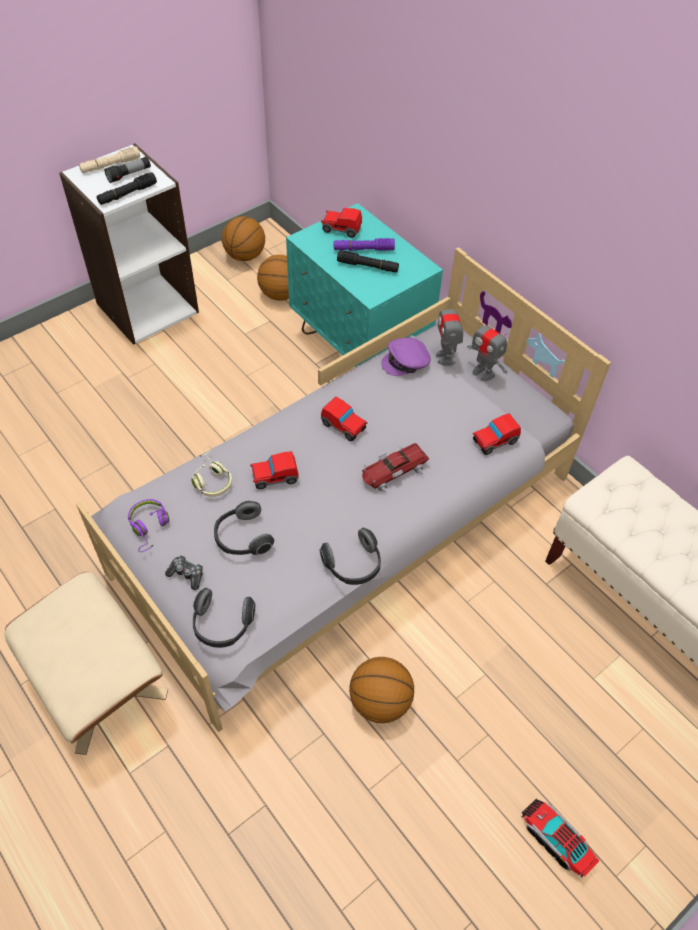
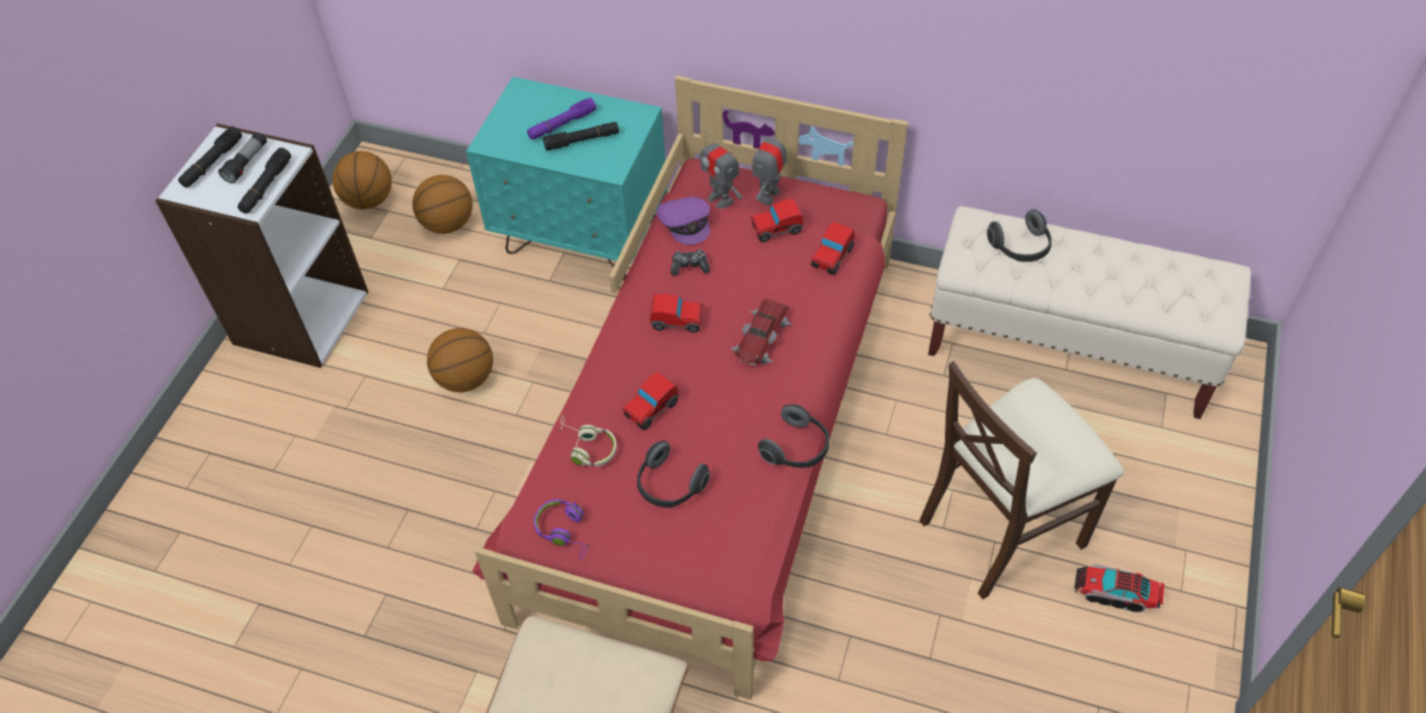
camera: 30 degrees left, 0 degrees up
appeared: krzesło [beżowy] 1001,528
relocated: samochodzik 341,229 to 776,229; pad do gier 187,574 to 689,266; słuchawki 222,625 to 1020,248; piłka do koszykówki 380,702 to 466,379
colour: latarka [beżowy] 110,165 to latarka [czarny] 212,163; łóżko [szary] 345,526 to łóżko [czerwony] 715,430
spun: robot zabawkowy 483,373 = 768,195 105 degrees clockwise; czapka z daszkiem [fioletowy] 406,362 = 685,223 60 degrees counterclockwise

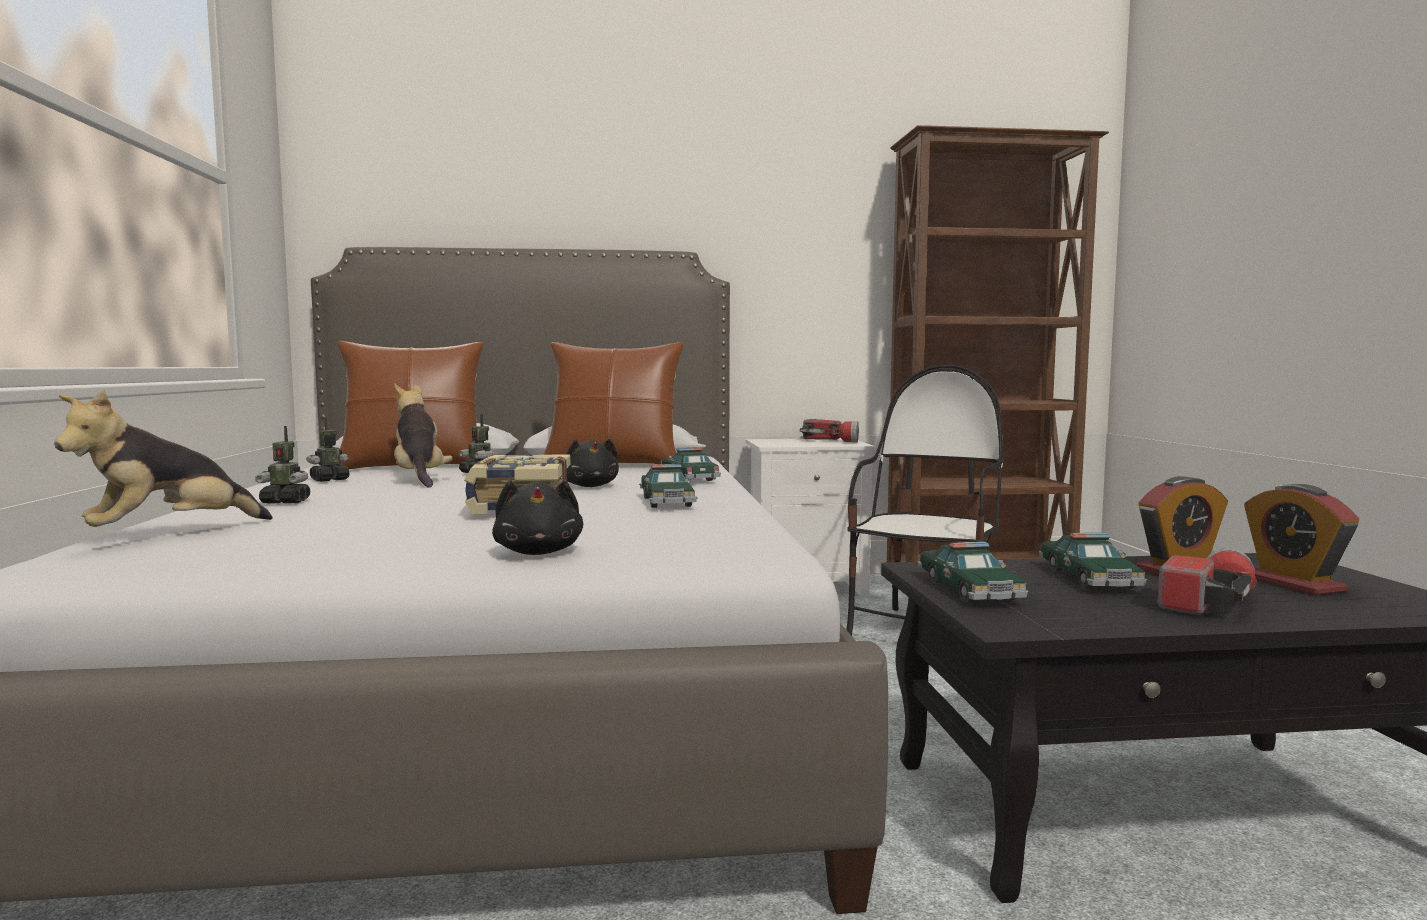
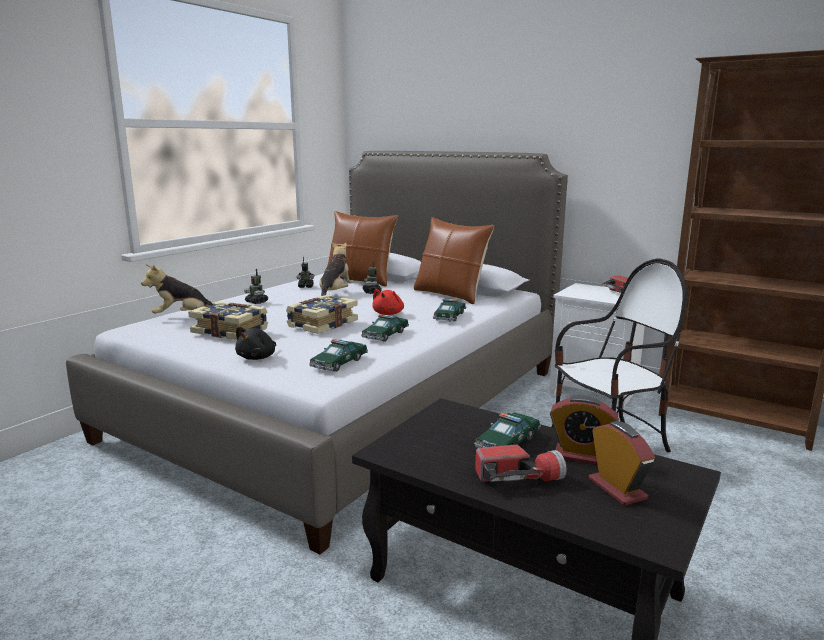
camera: 40 degrees right, 10 degrees up
appeared: książka 231,331
relocated: samochodzik 968,590 to 339,363
colour: pluszak [czarny] 590,486 to pluszak [czerwony] 388,314
spun: budzik 1293,584 = 617,489 135 degrees clockwise

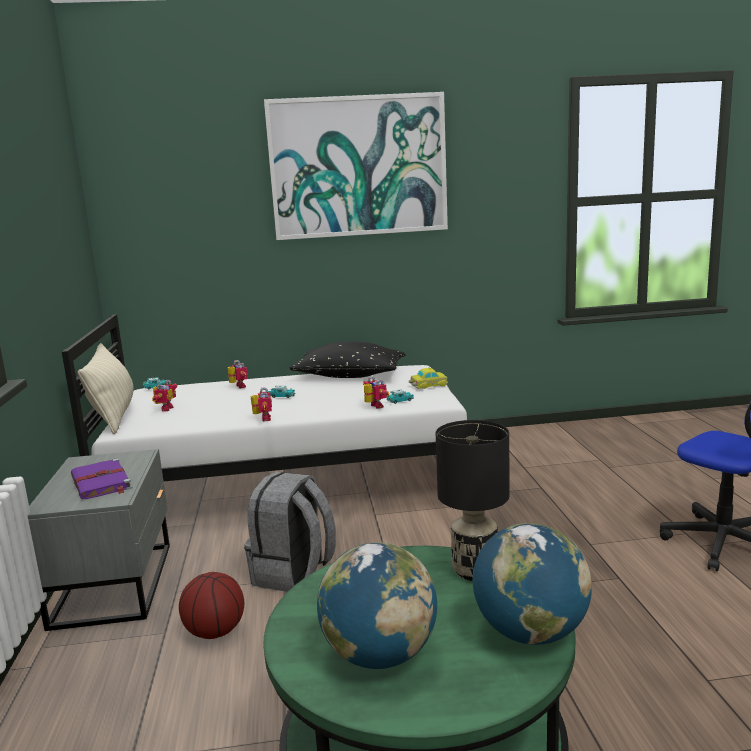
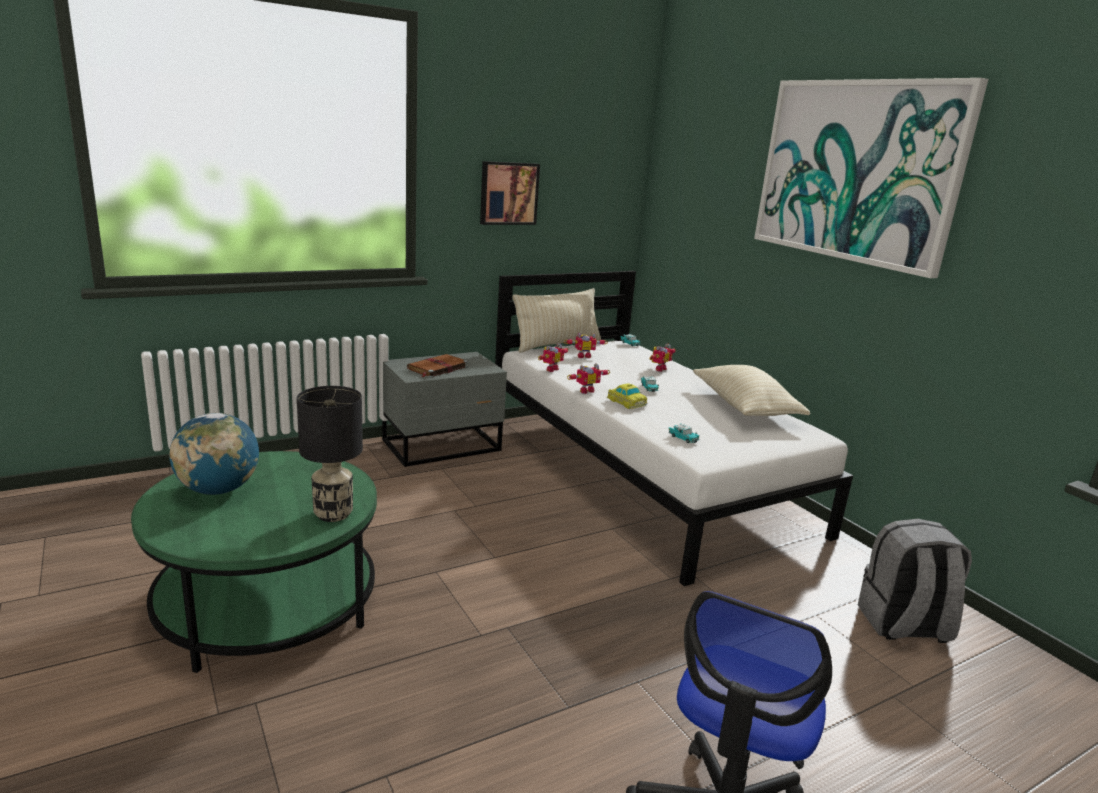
camera: 65 degrees right, 5 degrees up
missing: globus 530,633; piłka do koszykówki 215,632
appeared: obraz 508,193
relocated: samochodzik 428,385 to 626,402; robot zabawkowy 374,406 to 550,369; plecak [szary] 294,574 to 903,625
colour: poduszka [czarny] 349,376 to poduszka [beżowy] 744,407; książka [fioletowy] 101,482 to książka [brązowy] 437,368

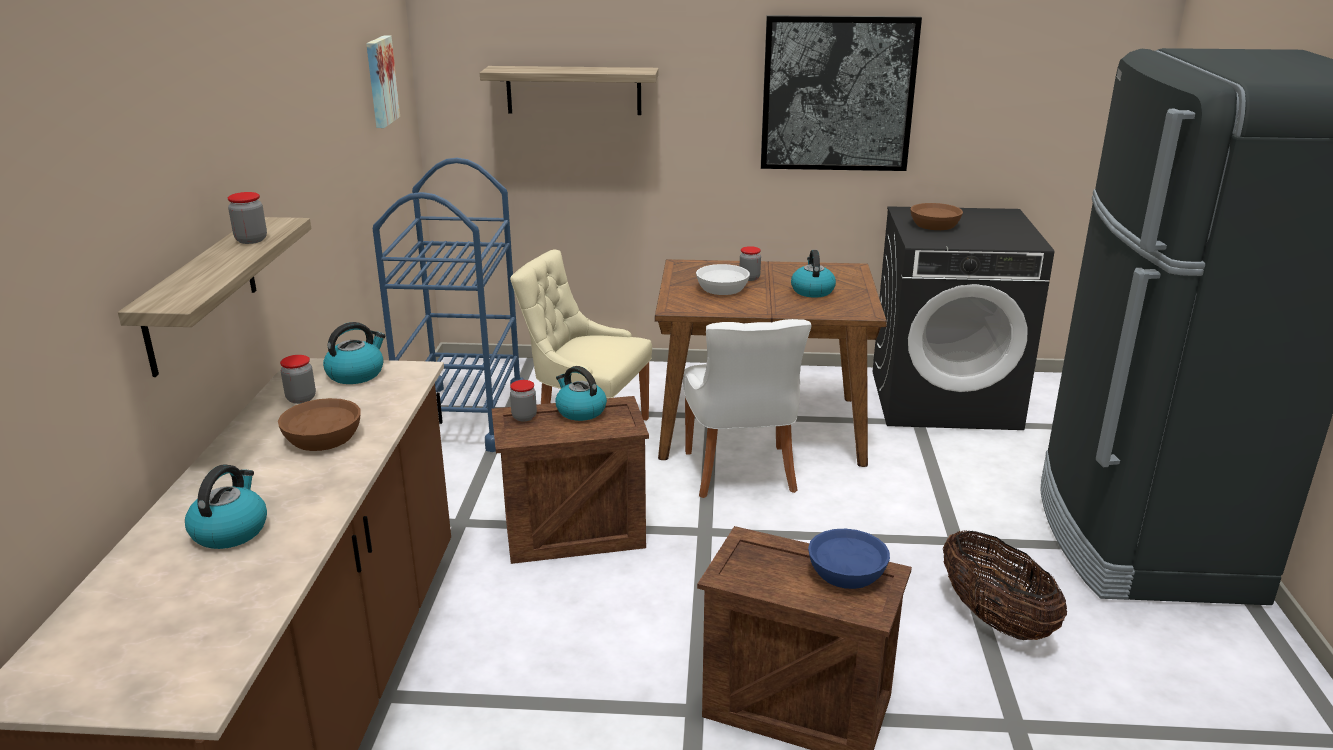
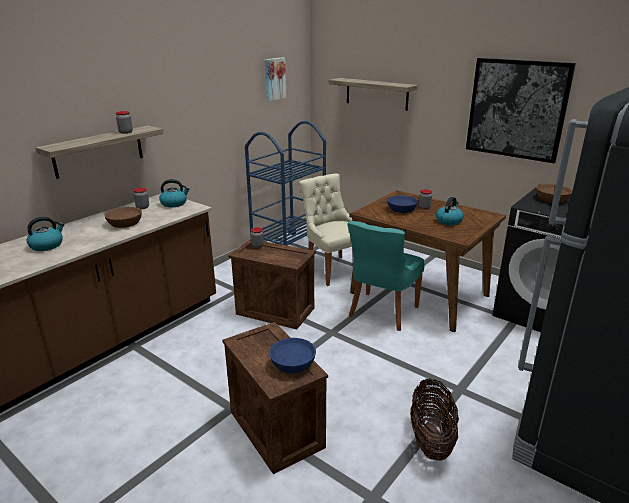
camera: 35 degrees right, 0 degrees up
missing: czajnik 580,411
colour: miska [biały] 722,289 to miska [niebieski] 401,209; krzesło [biały] 741,474 to krzesło [turkusowy] 382,312

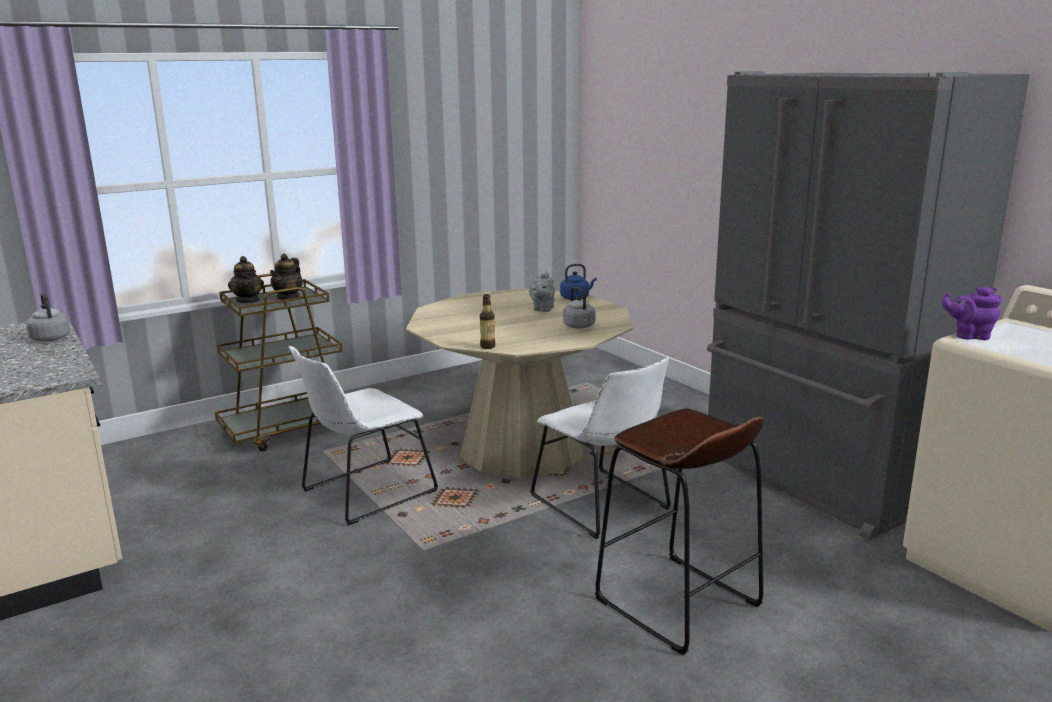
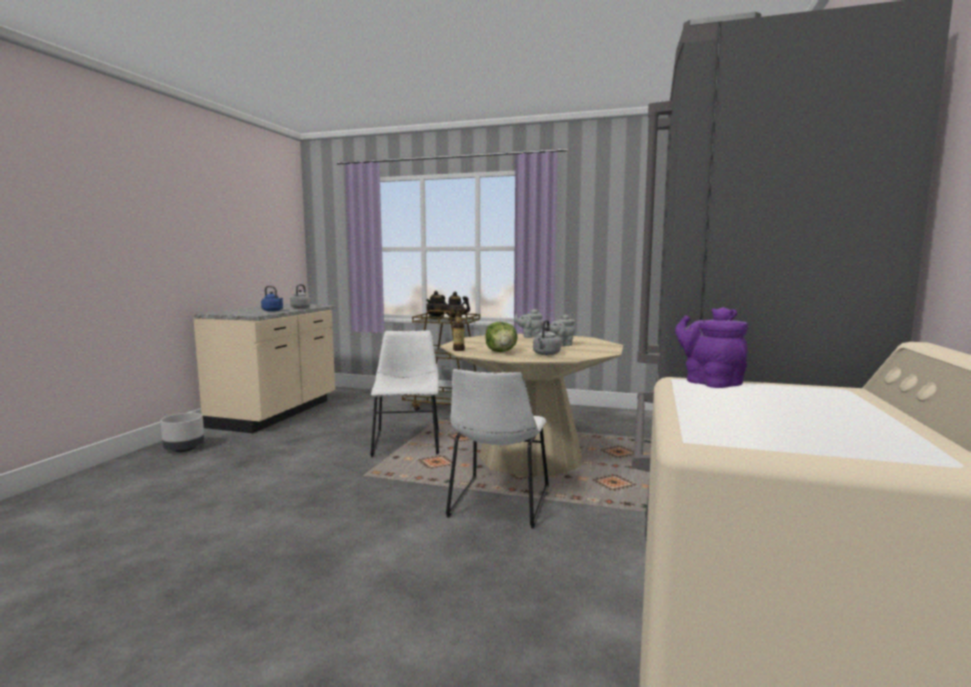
camera: 50 degrees right, 10 degrees down
missing: stołek [brązowy] 677,603
appeared: imbryk [szary] 529,337; sałata 501,352; donica [szary] 184,449
relocated: czajnik [niebieski] 576,298 to 273,311
spun: krzesło [biały] 364,493 = 407,442 75 degrees clockwise

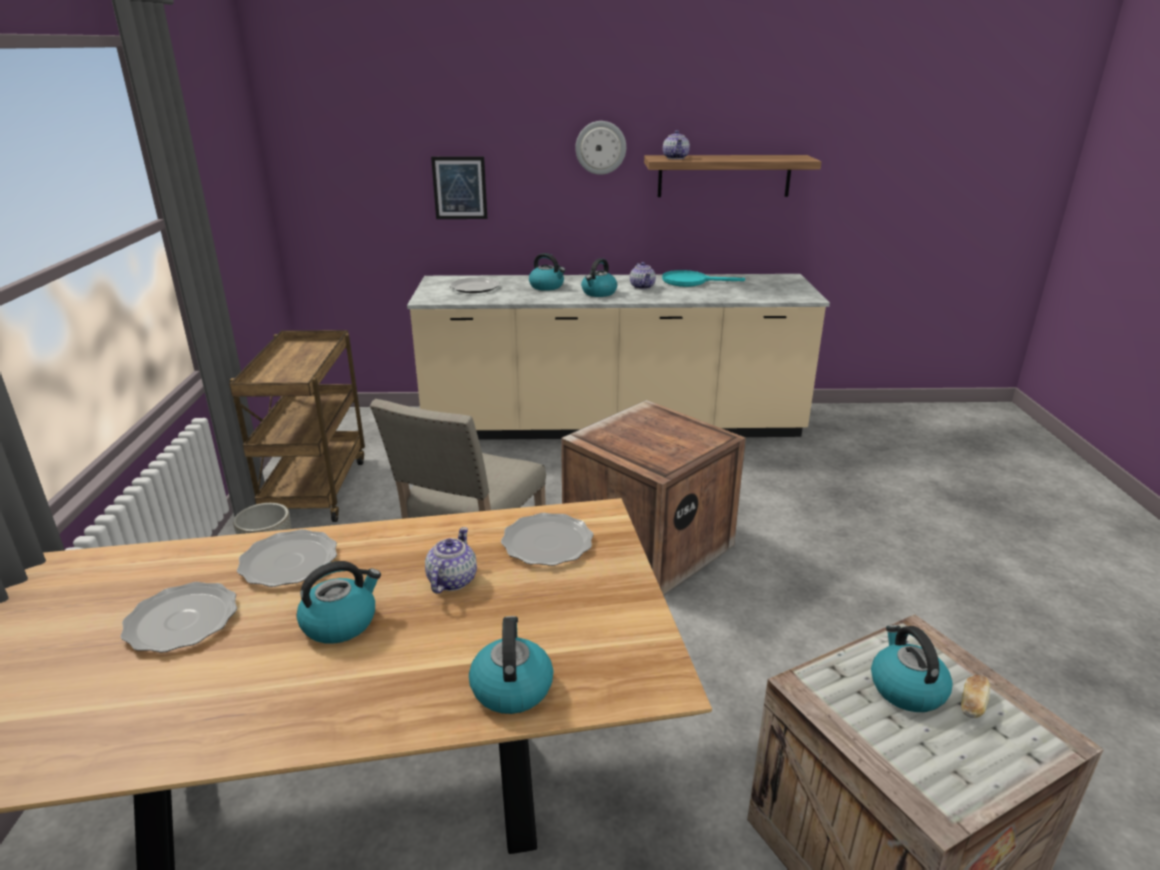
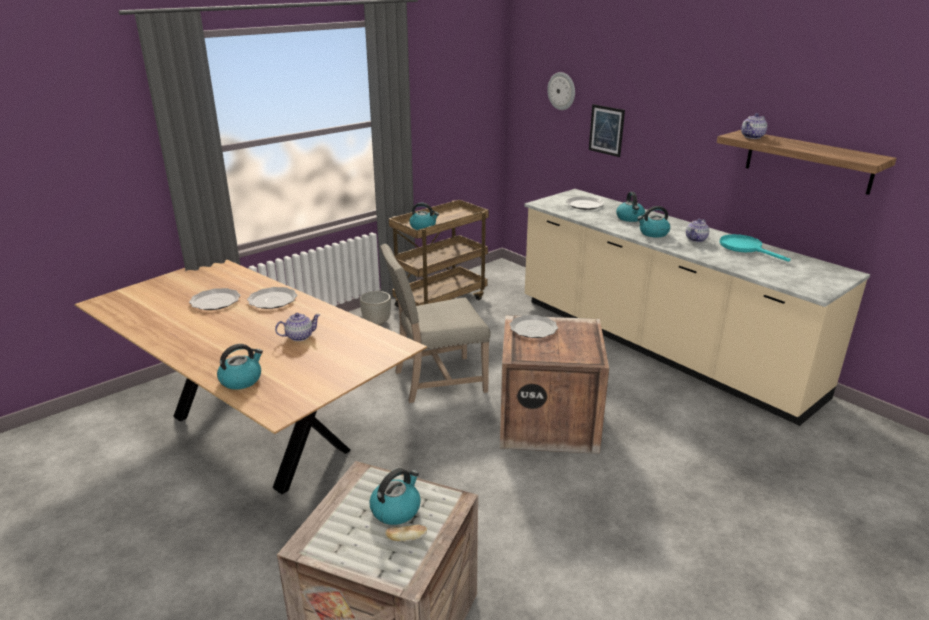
camera: 50 degrees right, 0 degrees up
relocated: zegar ścienny 600,147 to 562,91; talerz 548,543 to 533,329; czajnik 340,622 to 423,227

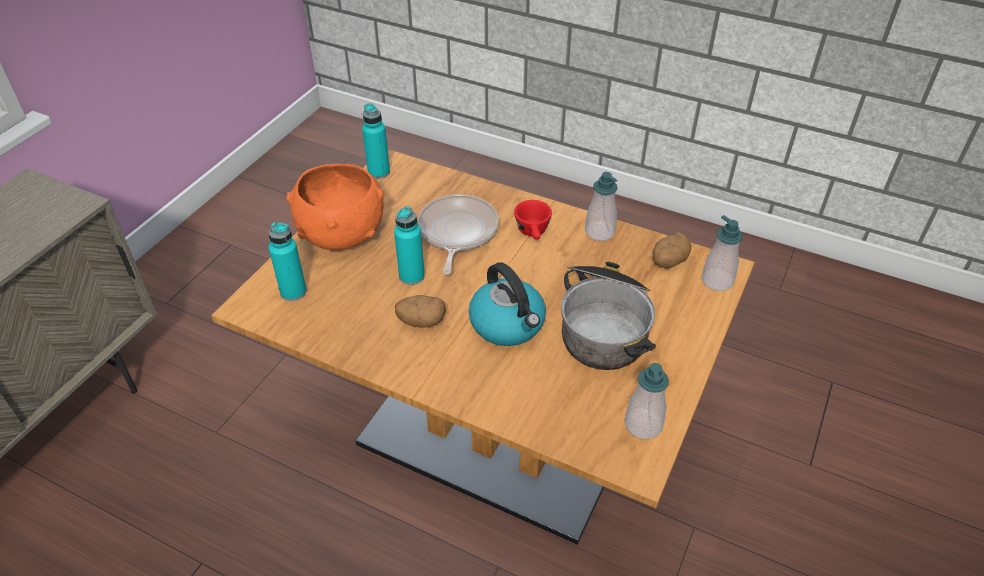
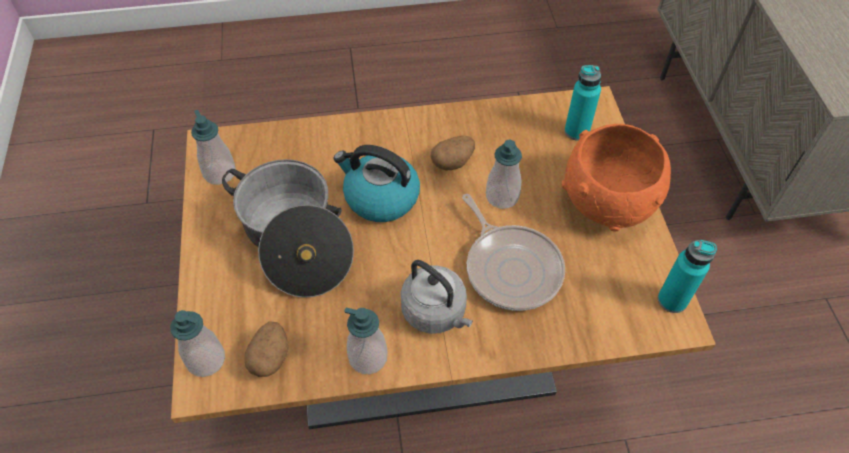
camera: 145 degrees right, 10 degrees up
exchanged: filiżanka [czerwony] 533,233 to czajnik [szary] 436,313; butelka [turkusowy] 411,276 to dozownik mydła 502,196

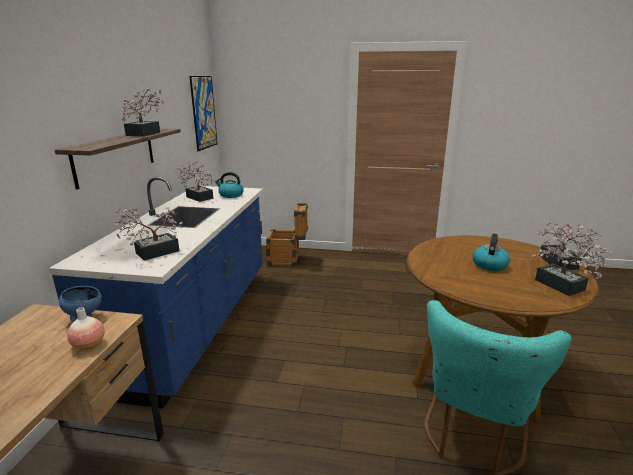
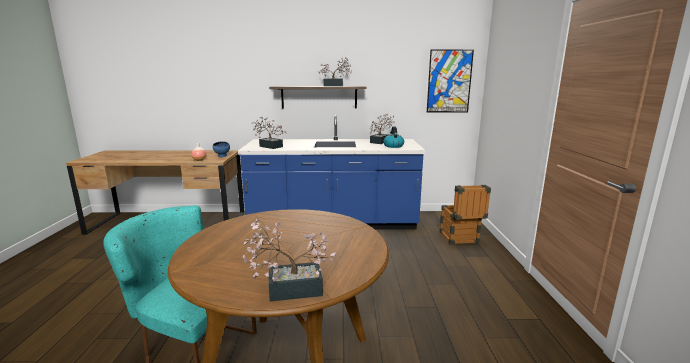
camera: 80 degrees right, 5 degrees down
missing: czajnik 489,264; roślina doniczkowa 564,287

